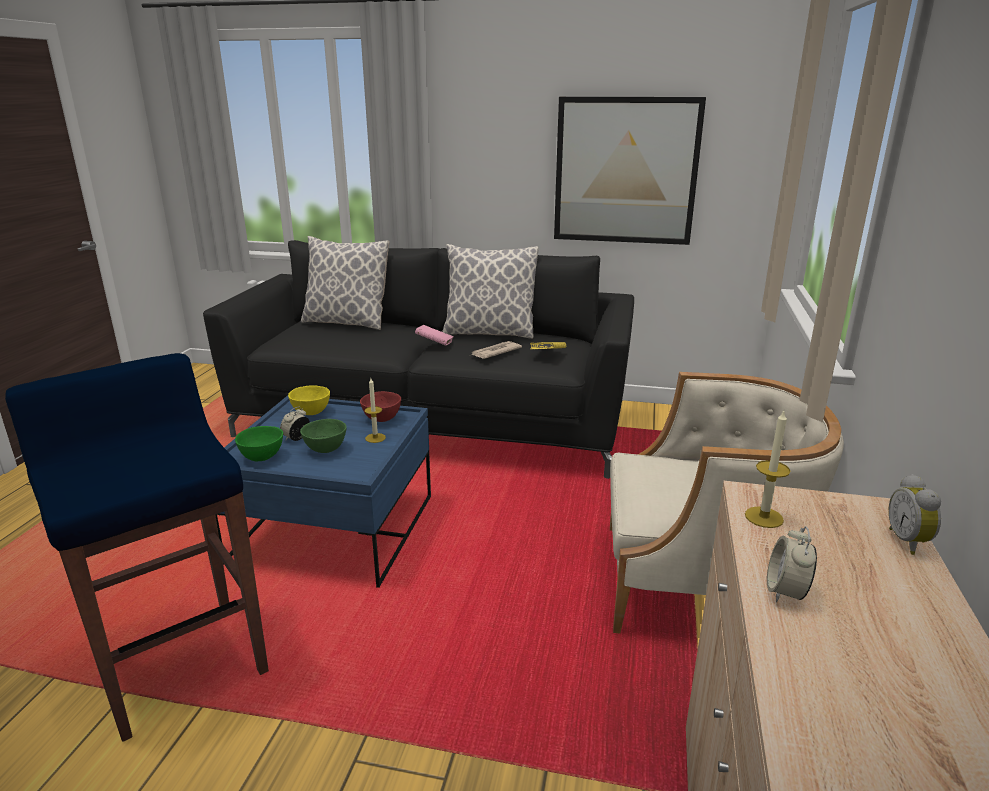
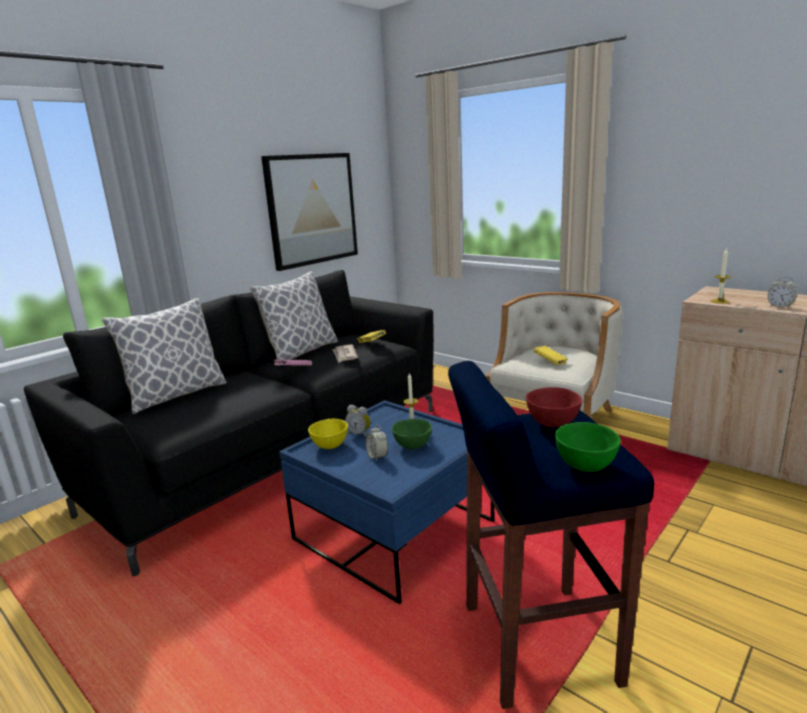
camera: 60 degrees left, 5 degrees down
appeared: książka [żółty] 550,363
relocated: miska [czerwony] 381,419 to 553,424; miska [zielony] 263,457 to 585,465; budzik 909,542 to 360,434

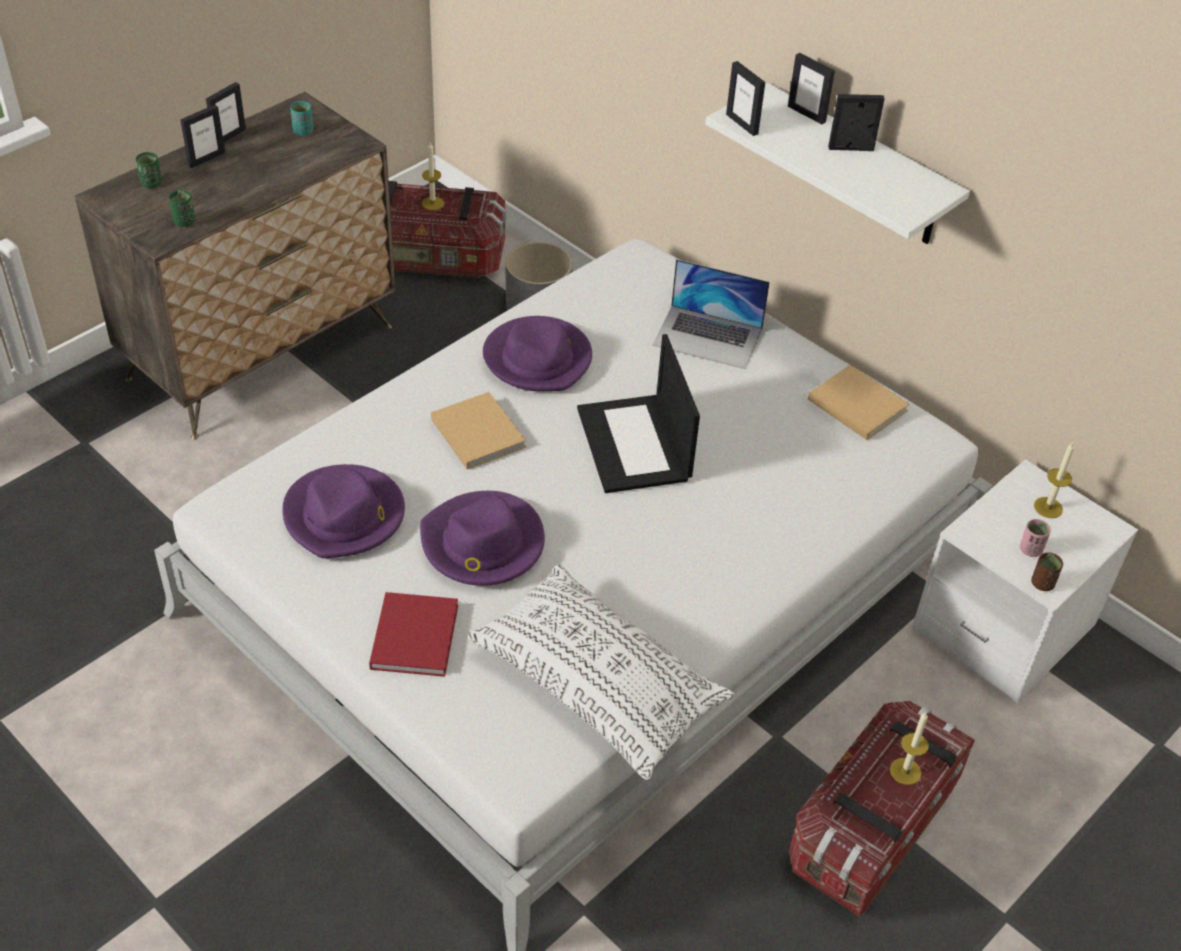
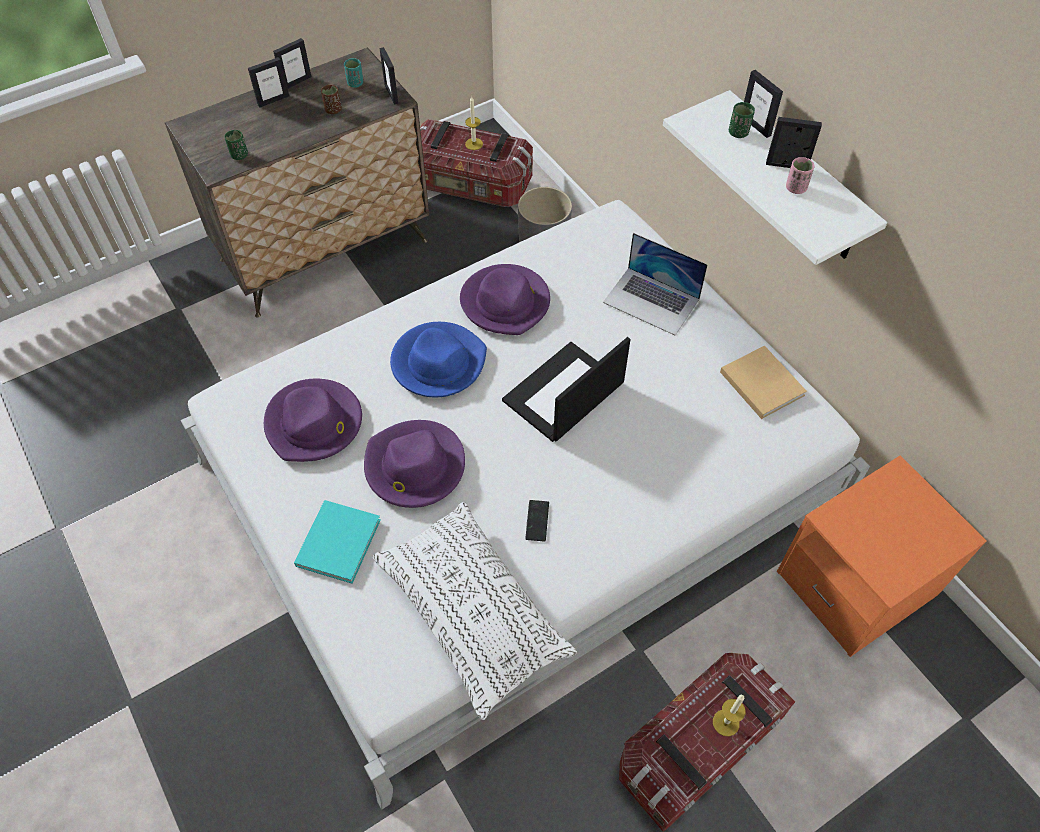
camera: 15 degrees right, 10 degrees up
missing: świeca 1048,507
appeared: telefon 537,521
relocated: ramka na zdjęcie 742,124 to 391,94; filiżanka [zielony] 151,183 to 738,133; filiżanka [różowy] 1030,550 to 795,188; filiżanka [brązowy] 1042,584 to 333,110
exchanged: książka [beżowy] 476,431 to kapelusz [niebieski] 438,362
colour: szafka nocna [biały] 1003,627 to szafka nocna [pomarańczowy] 856,584; książka [czerwony] 415,634 to książka [turkusowy] 339,540
spun: laptop 635,445 = 563,394 45 degrees clockwise

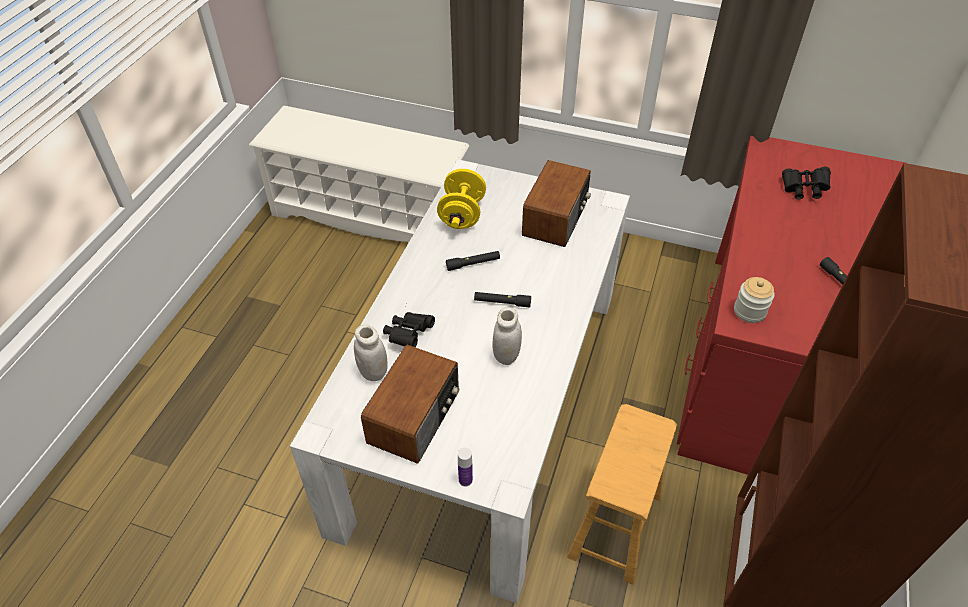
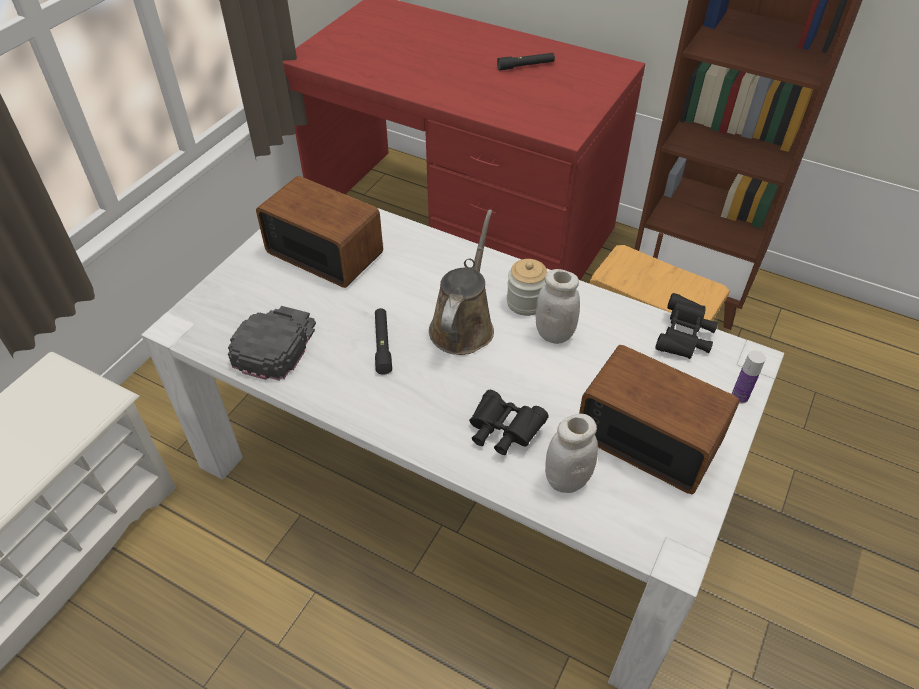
camera: 80 degrees left, 0 degrees up
relocated: lornetka [czarny] 803,190 to 683,338; słoik 749,311 to 526,302
exchanged: hantel [żółty] 462,214 to czapka z daszkiem [czarny] 275,344; latarka [czarny] 502,302 to konewka [brązowy] 463,325

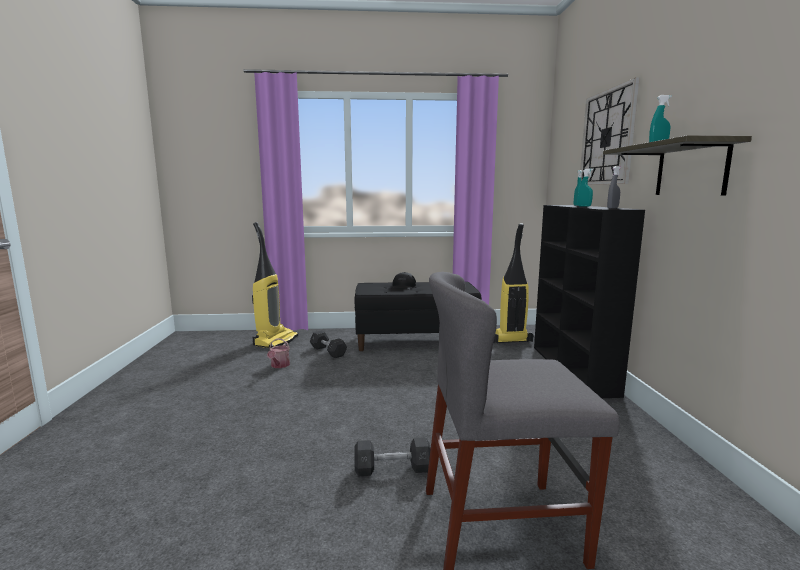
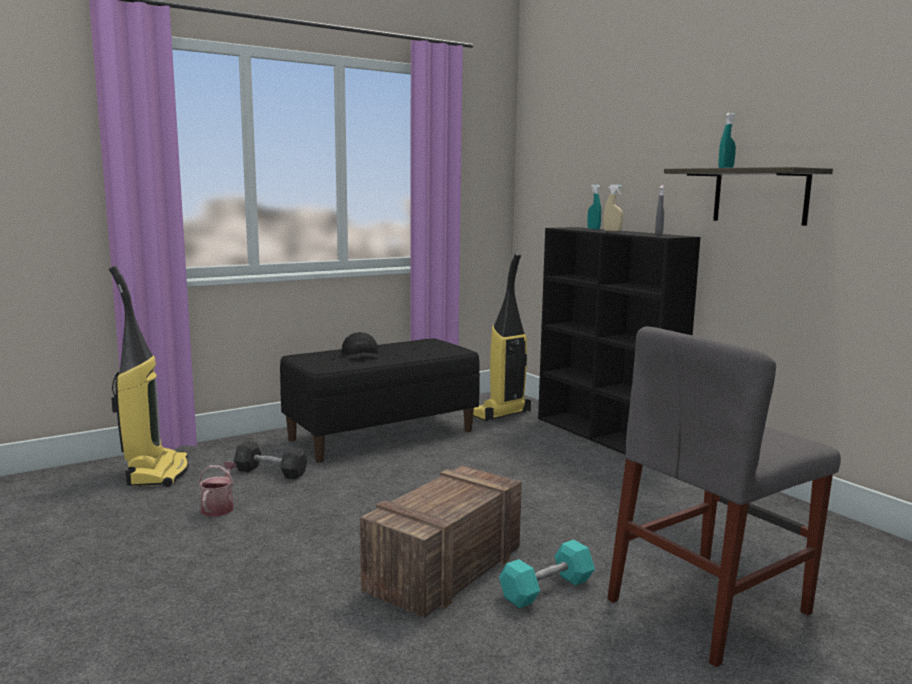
camera: 30 degrees left, 0 degrees up
missing: zegar ścienny 607,137
appeared: skrzynka 443,571
colour: spryskiwacz [turkusowy] 584,206 to spryskiwacz [beżowy] 612,231; hantel [szary] 392,469 to hantel [turkusowy] 546,589
spun: konewka 279,366 = 219,507 150 degrees counterclockwise

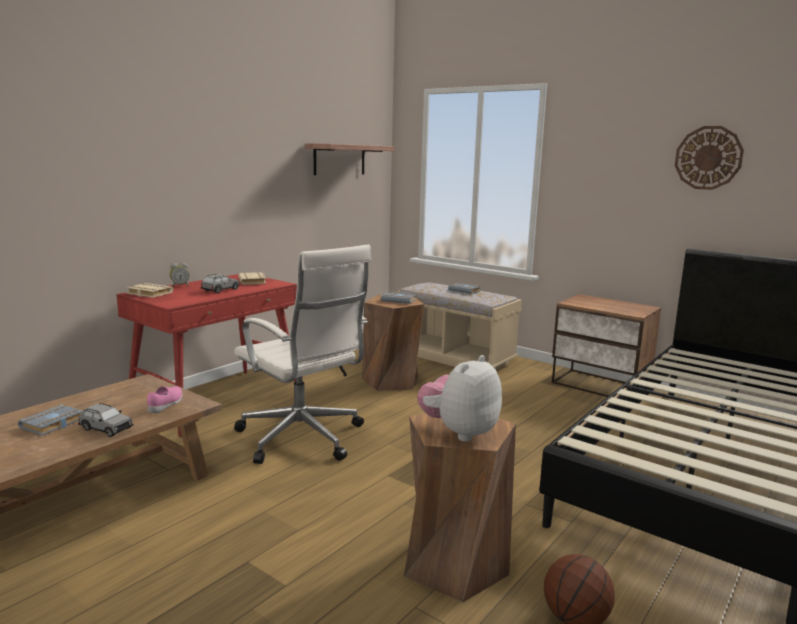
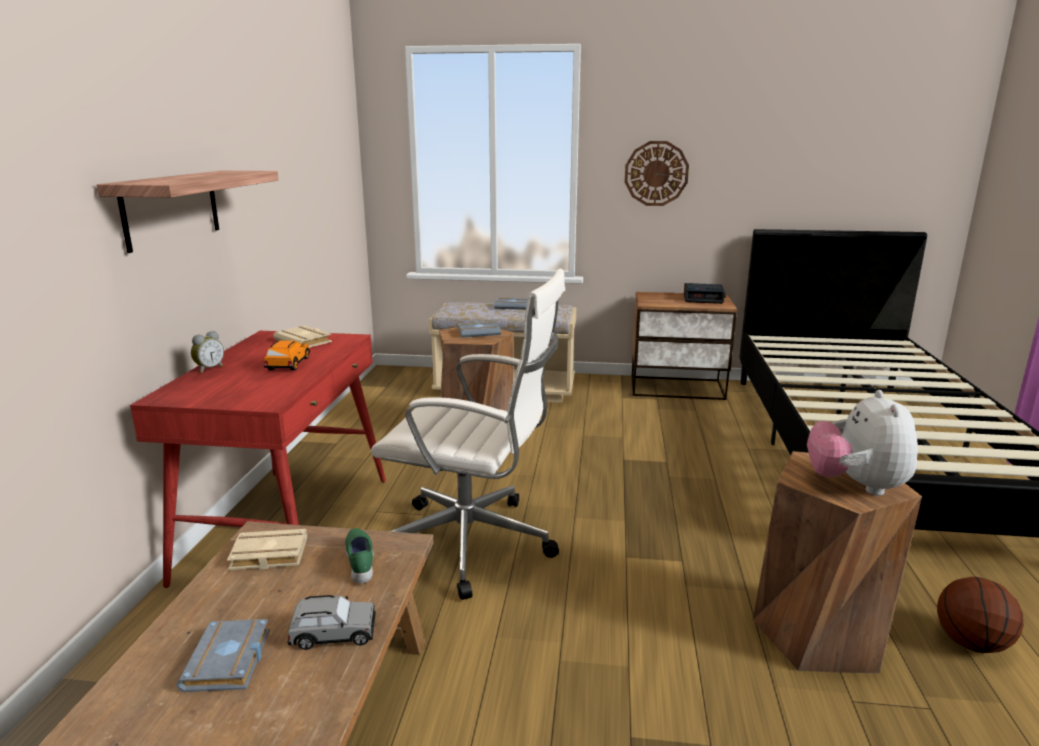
camera: 30 degrees left, 5 degrees up
appeared: budzik 703,298
relocated: zegar ścienny 708,158 to 656,173; półka 339,159 to 172,208; książka [beżowy] 148,293 to 267,555
colour: samochodzik [szary] 220,290 to samochodzik [pomarańczowy] 288,364; but [różowy] 166,405 to but [zielony] 361,563

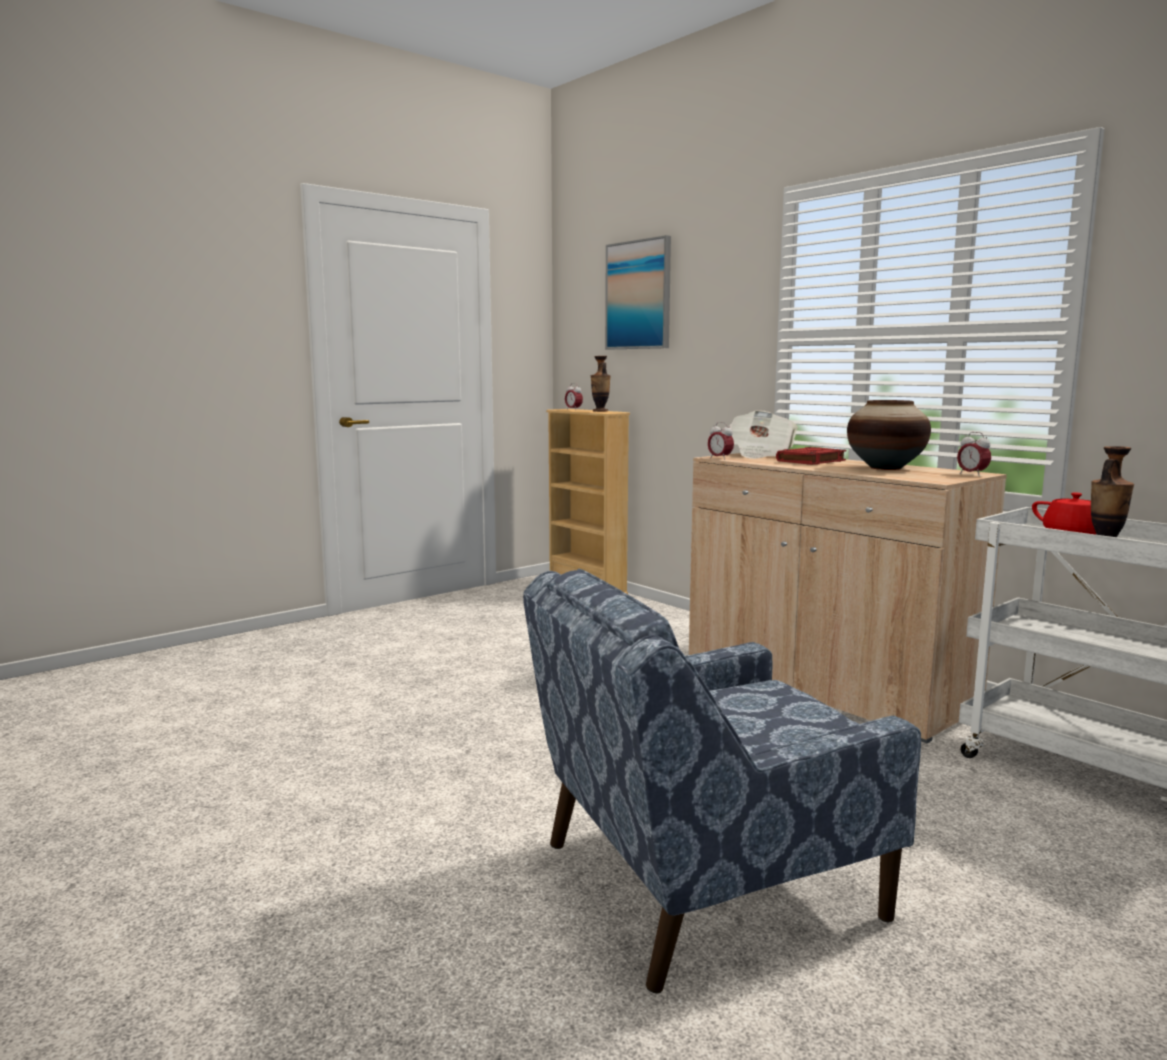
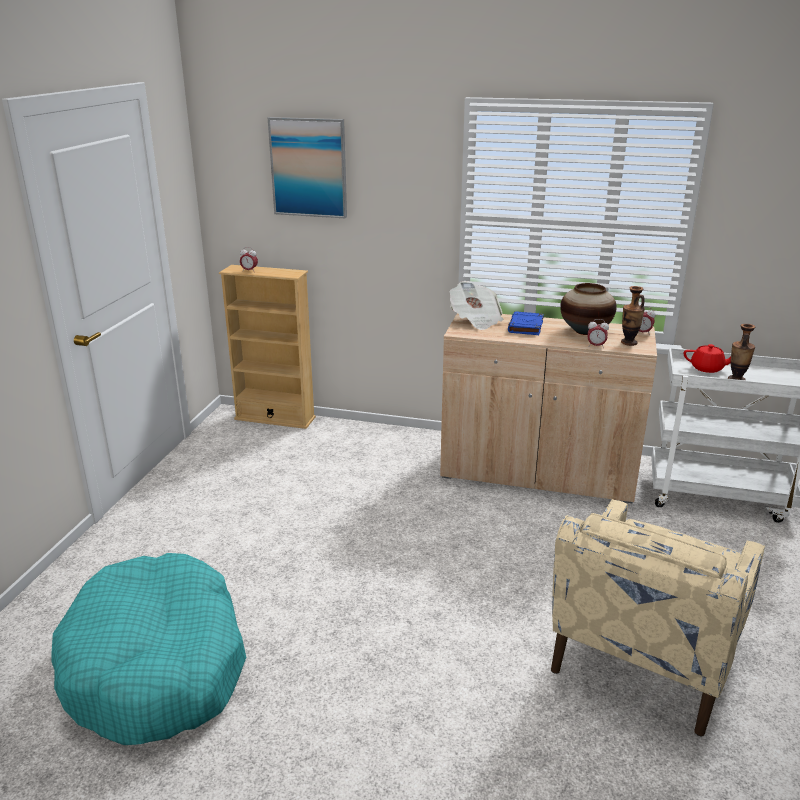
camera: 35 degrees left, 15 degrees up
appeared: legowisko [turkusowy] 157,666
relocated: wazon 600,411 to 629,343; budzik 720,458 to 596,346
colour: książka [czerwony] 811,461 to książka [niebieski] 526,327; fotel [niebieski] 703,882 to fotel [beżowy] 644,656

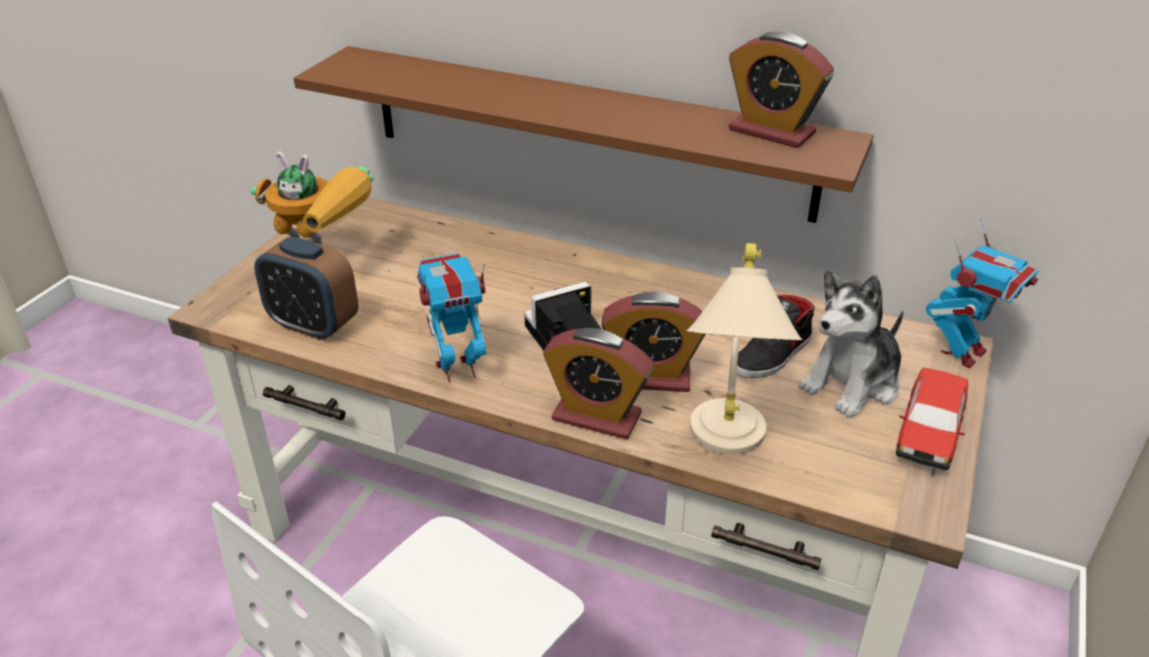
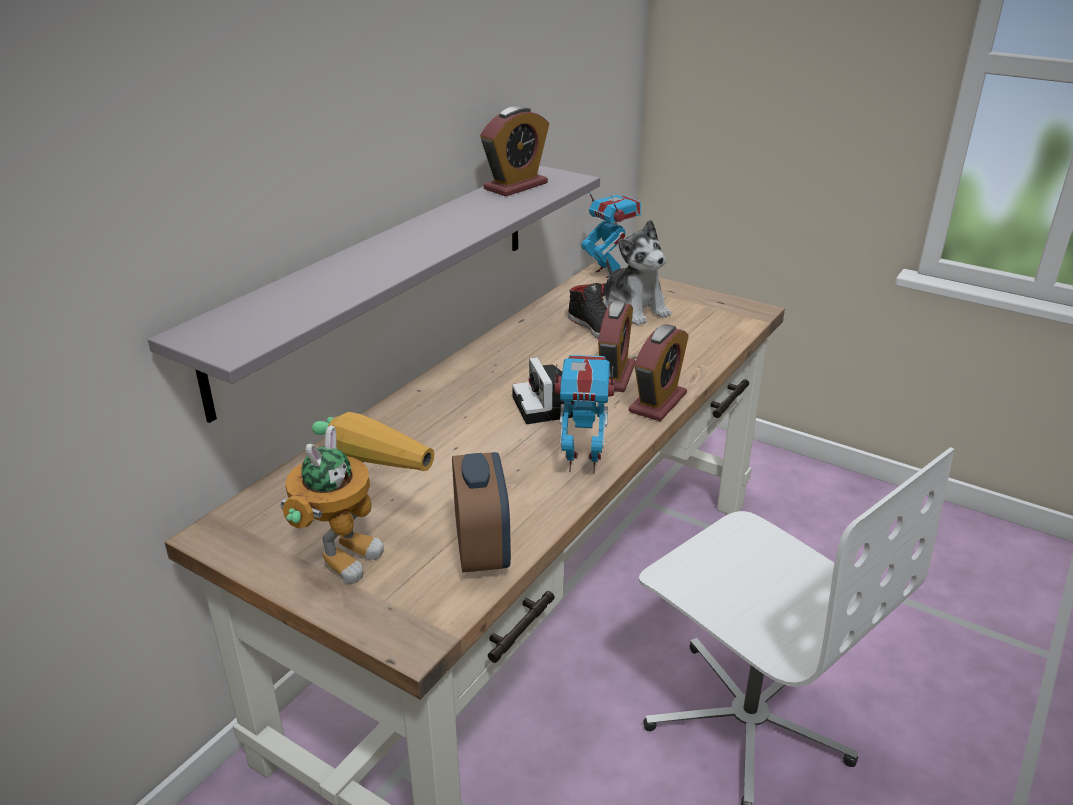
camera: 80 degrees left, 5 degrees down
missing: lampa stołowa [beżowy] 726,448; samochodzik 929,431
colour: półka [brązowy] 586,131 to półka [szary] 384,277
spun: budzik 313,325 = 482,551 45 degrees counterclockwise; robot zabawkowy 457,368 = 582,462 105 degrees clockwise

